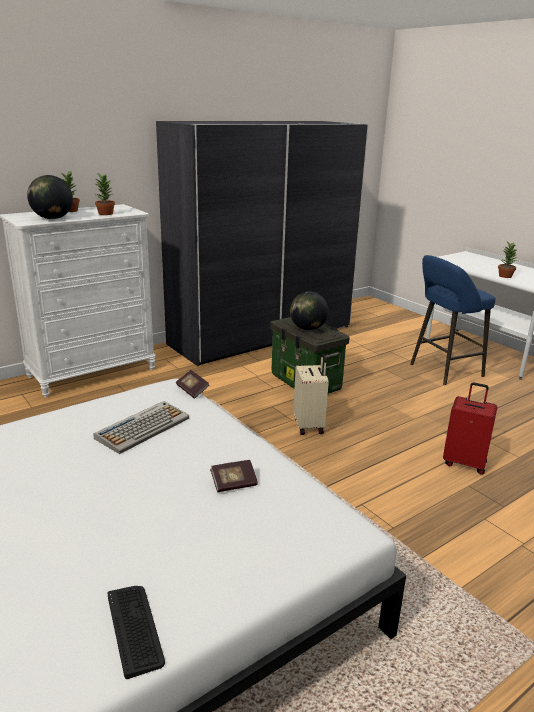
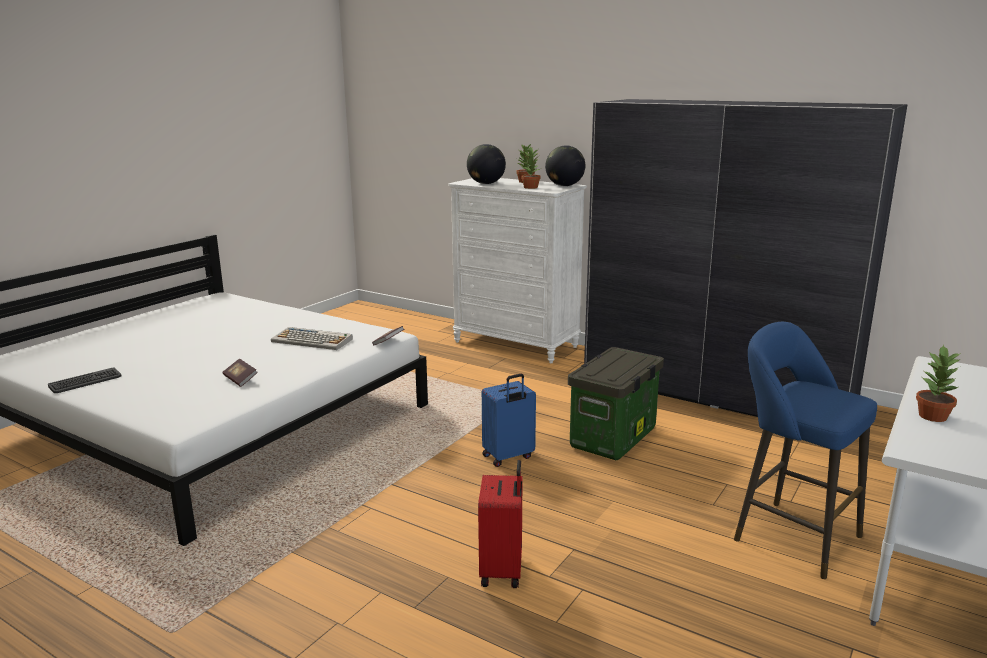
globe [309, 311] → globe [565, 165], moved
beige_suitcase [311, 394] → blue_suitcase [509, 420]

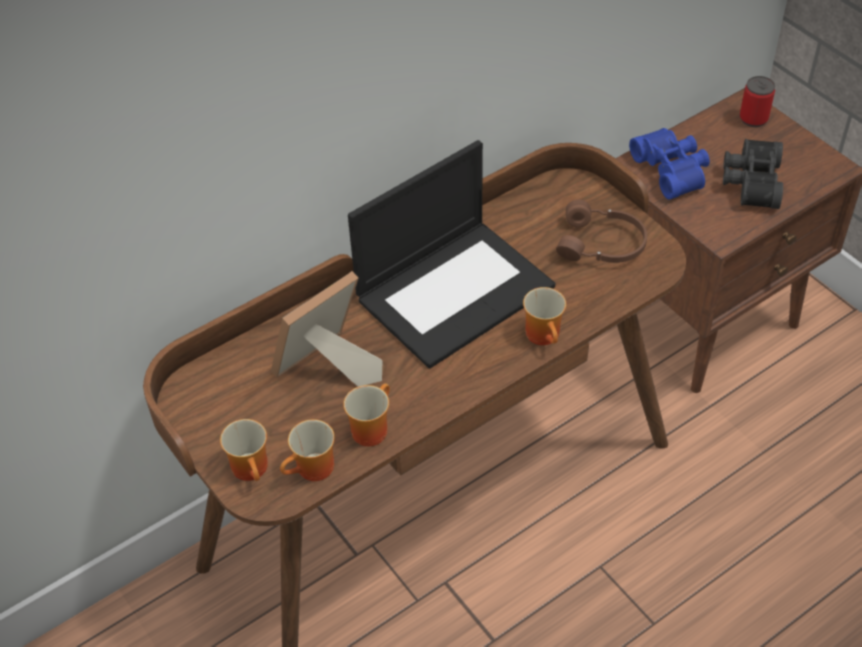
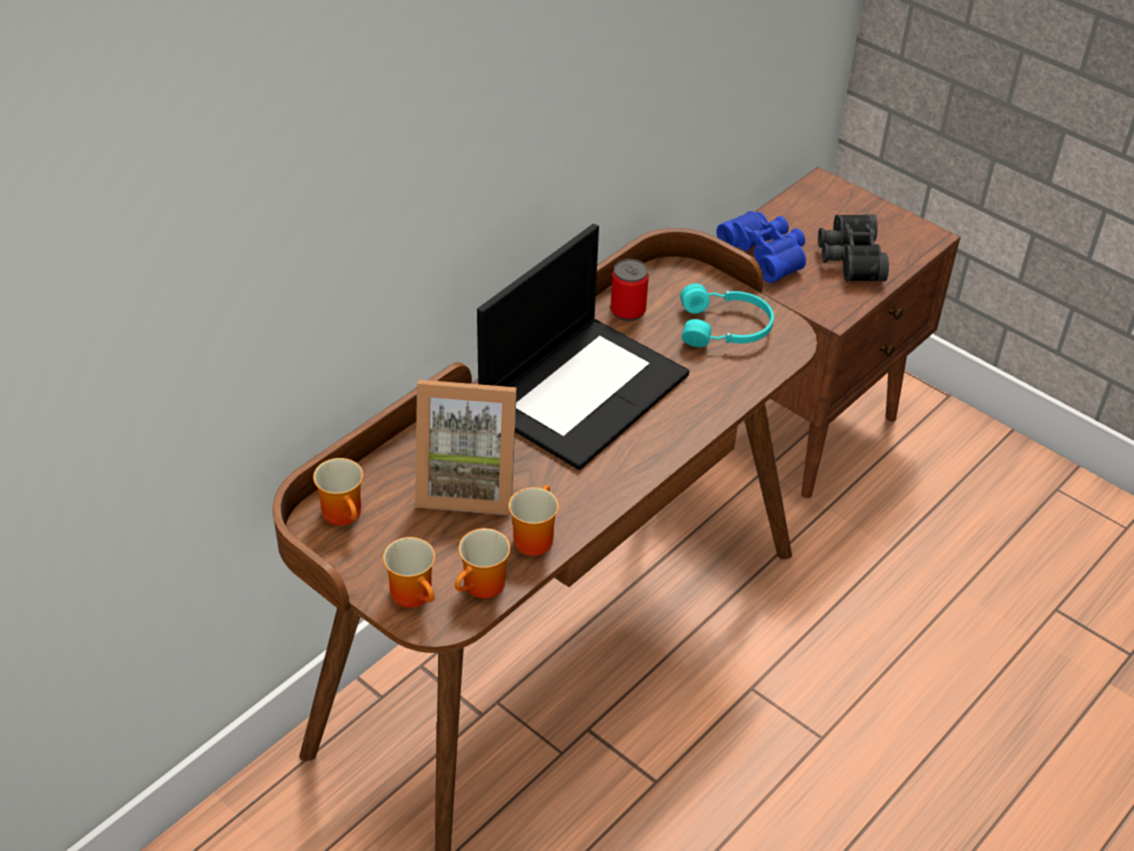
can [757, 101] → can [630, 290], moved
brown_headphones [601, 231] → turquoise_headphones [727, 315]
picture_frame [327, 329] → picture_frame [466, 447], 120 degrees counterclockwise
mug [544, 316] → mug [338, 491], moved

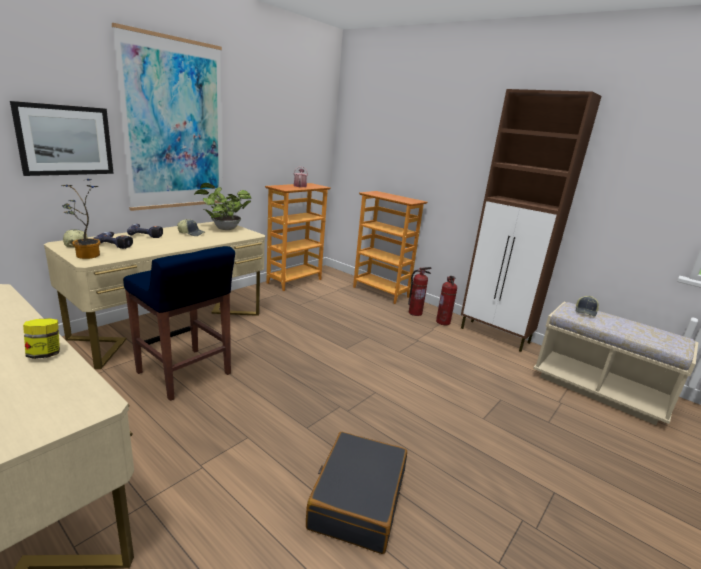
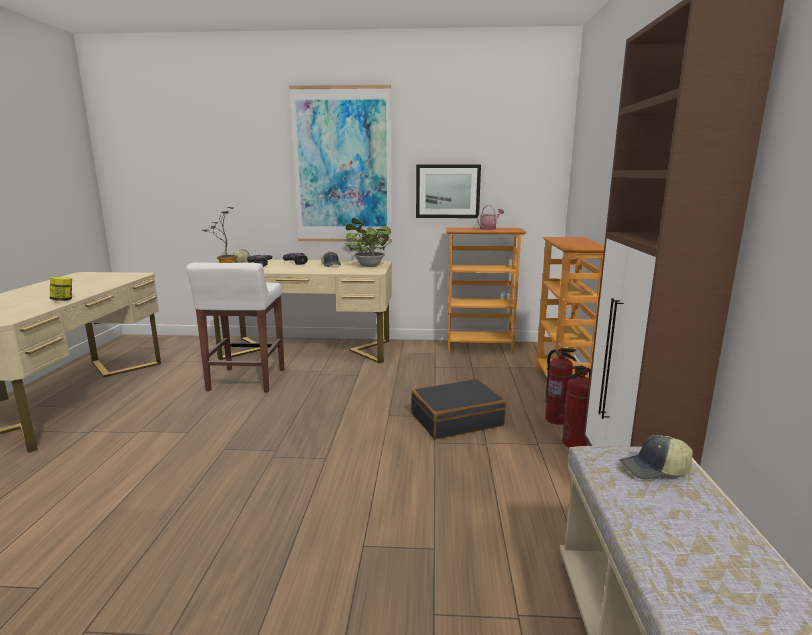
picture [62, 138] → picture [448, 191], moved
blue_stool [179, 323] → white_stool [235, 327]
black_suitcase [356, 493] → black_suitcase [458, 409], moved

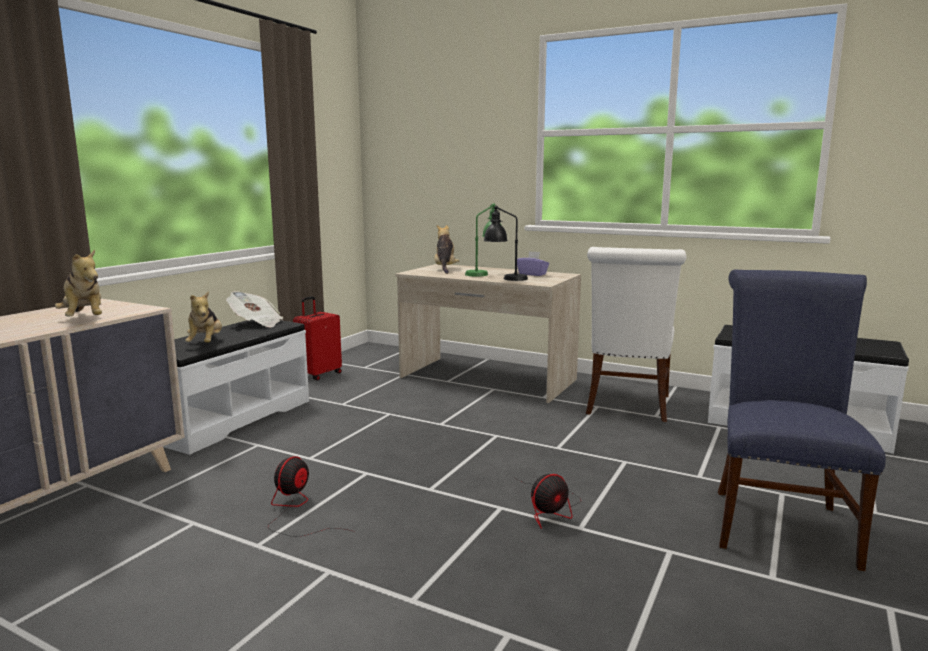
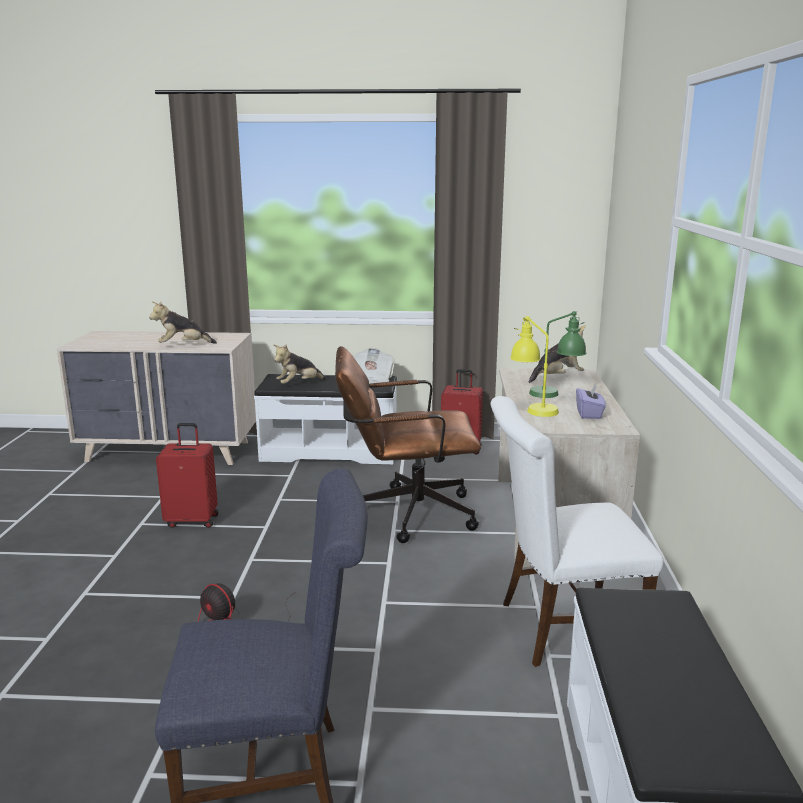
black_table_lamp [505, 243] → yellow_table_lamp [534, 366]
plush_toy [78, 283] → plush_toy [183, 322], 45 degrees clockwise
fan [311, 496] → red_suitcase [187, 475]
- → brown_office_chair [408, 444]

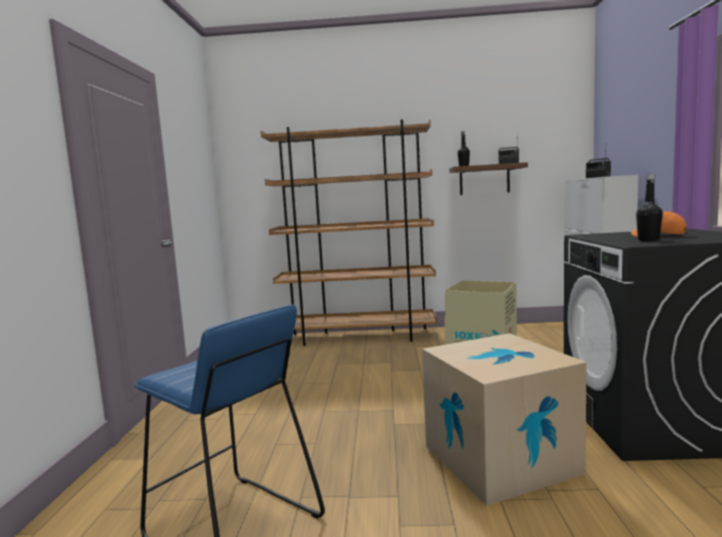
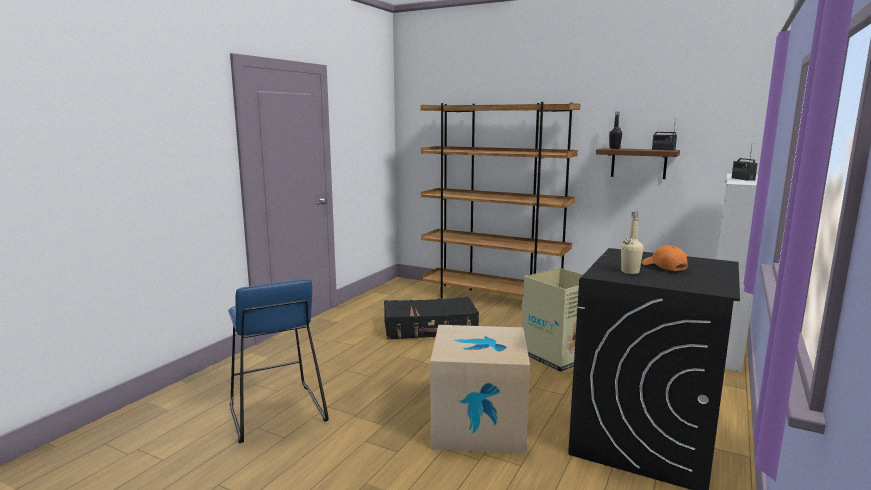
black_bottle [649, 207] → beige_bottle [632, 242]
- → black_suitcase [431, 318]

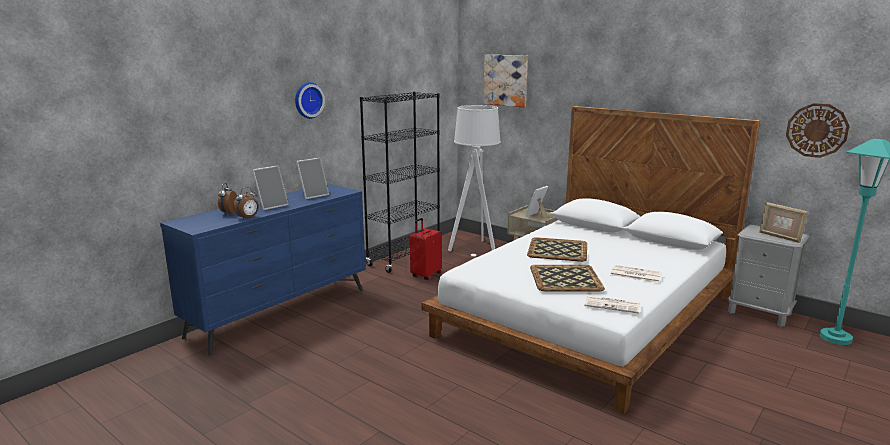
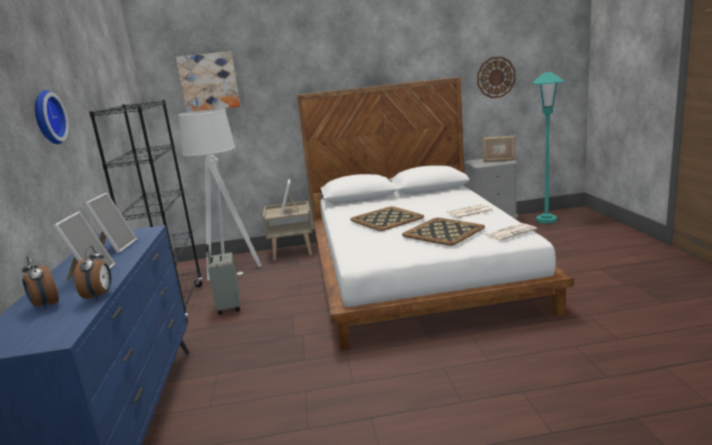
red_suitcase [426, 249] → grey_suitcase [223, 279]

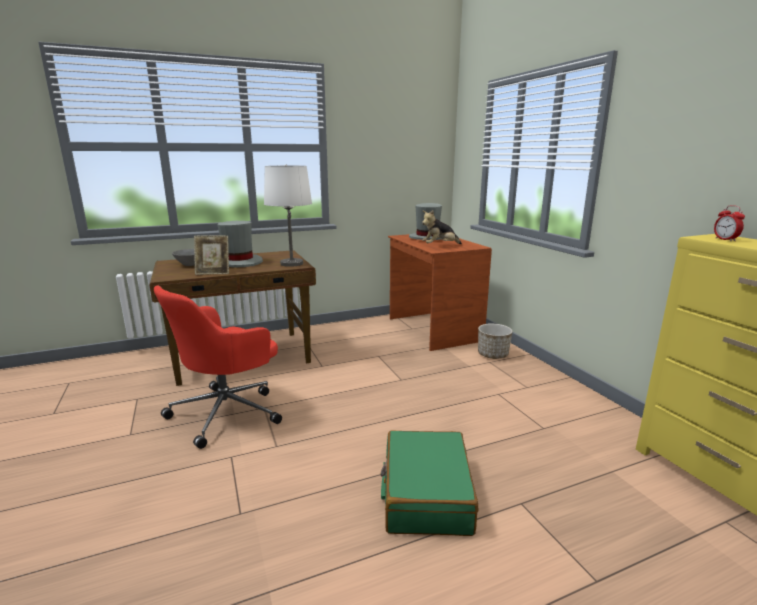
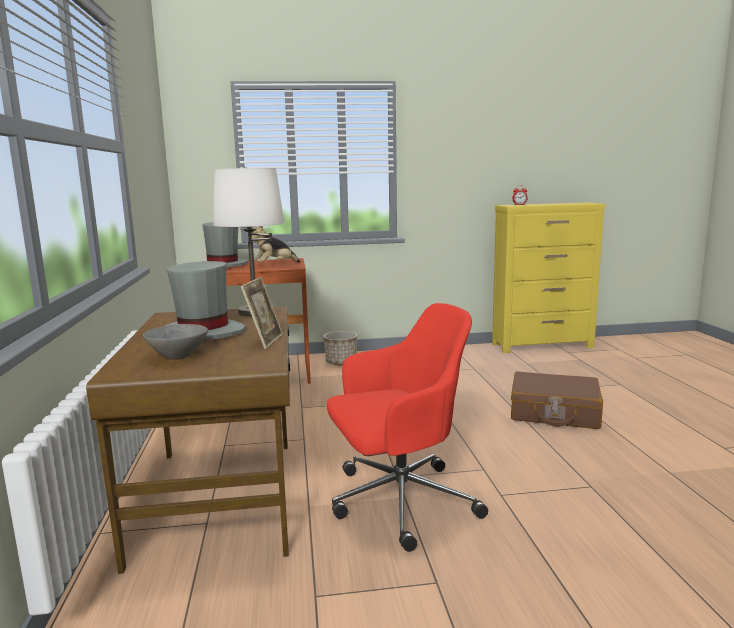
plush_toy [442, 227] → plush_toy [276, 244], 60 degrees clockwise
red_office_chair [218, 367] → red_office_chair [407, 427], 75 degrees counterclockwise
green_suitcase [429, 483] → brown_suitcase [557, 400]

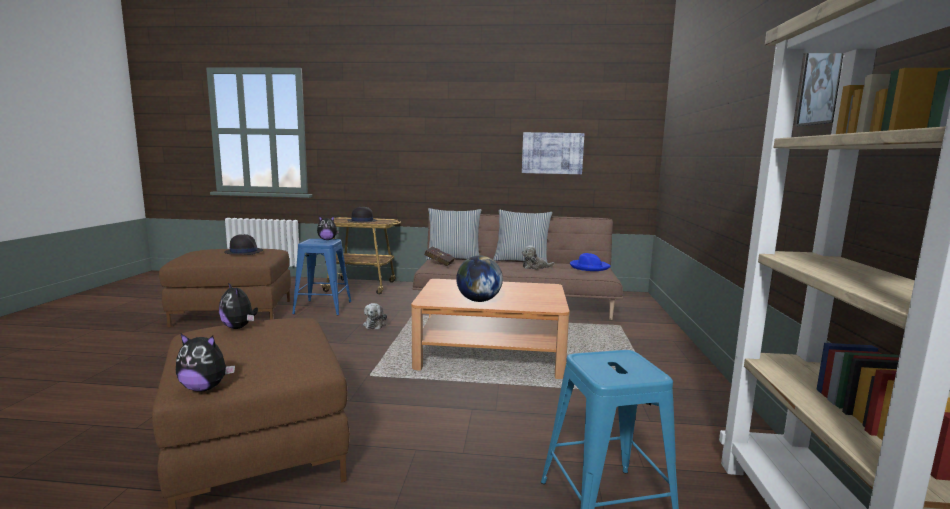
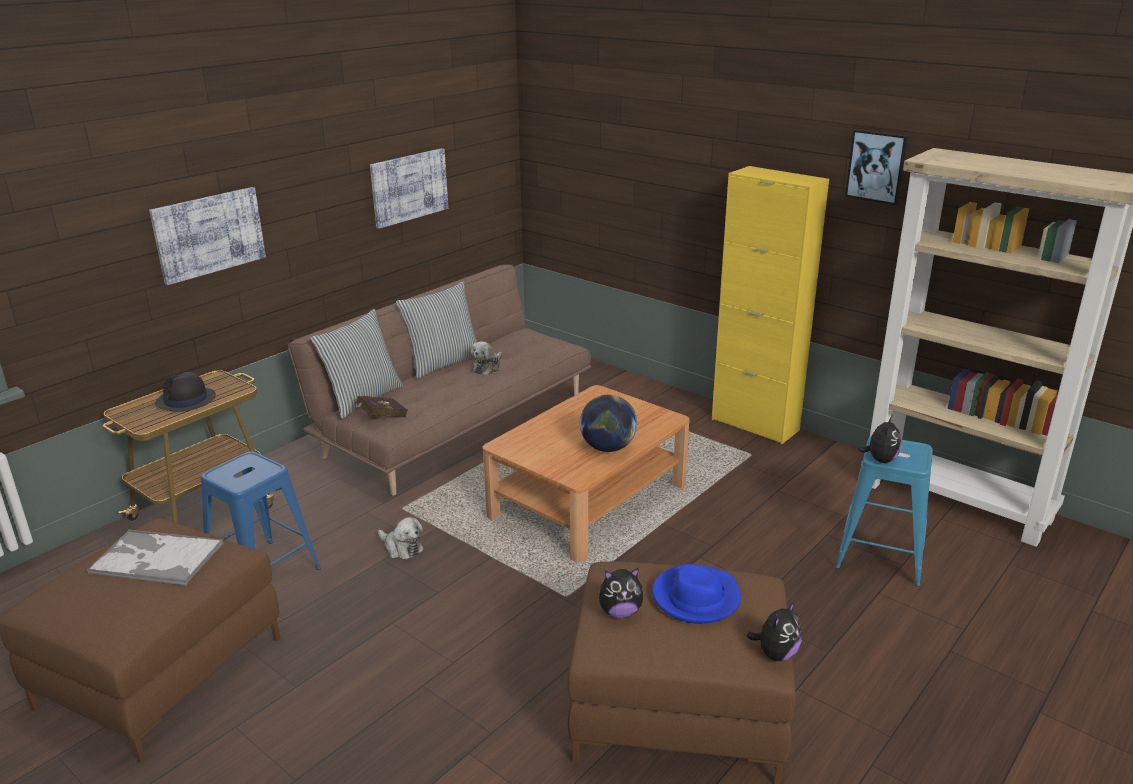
plush_toy [328, 228] → plush_toy [879, 439], moved
black_hat [243, 244] → tray [155, 557]
blue_hat [590, 262] → blue_hat [696, 594], moved
- → yellow_cabinet [770, 305]
- → picture [207, 236]

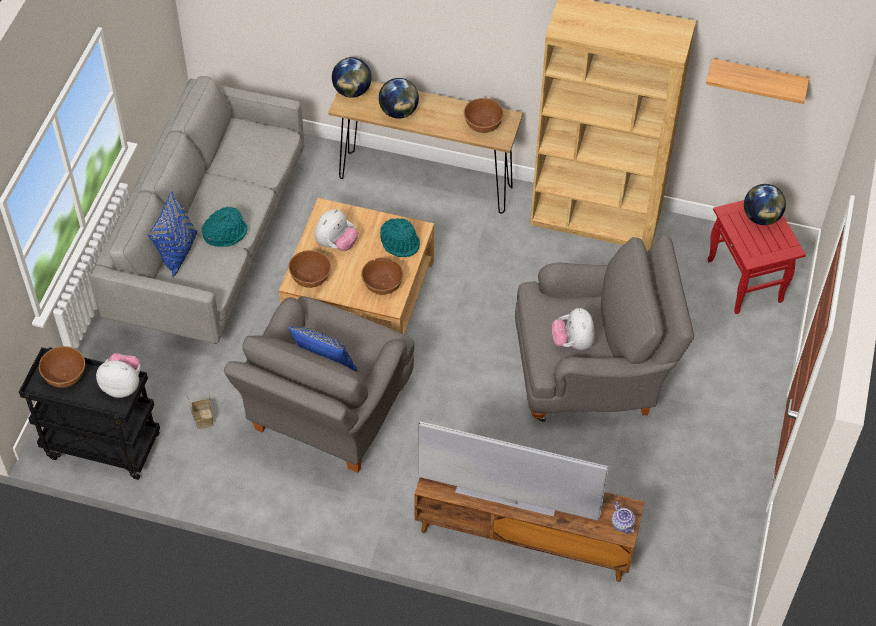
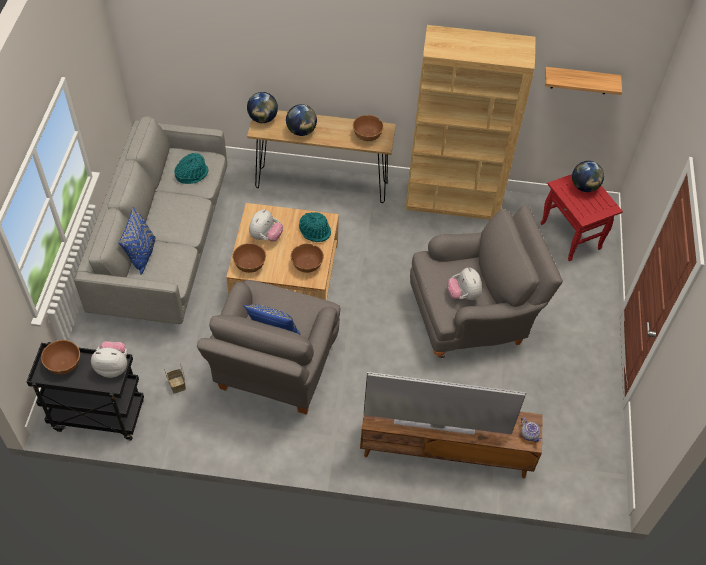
turquoise_hat [225, 227] → turquoise_hat [191, 168], moved

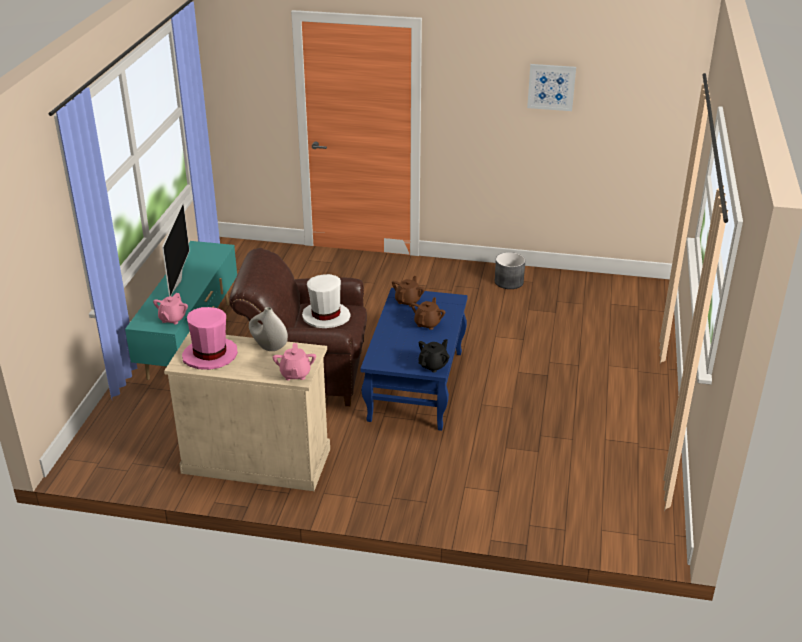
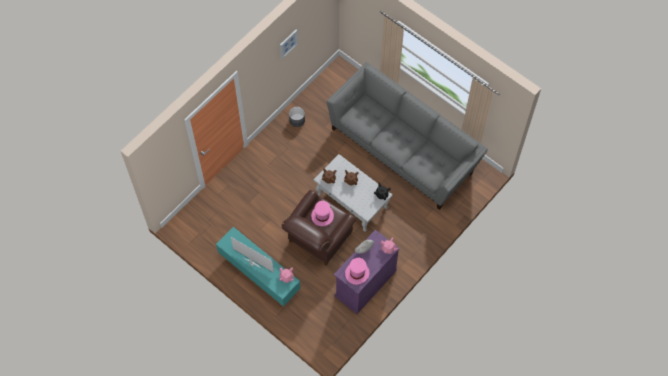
white_hat [326, 301] → pink_hat [322, 213]
blue_coffee_table [414, 359] → white_coffee_table [353, 193]
beige_cabinet [247, 411] → purple_cabinet [367, 271]
- → grey_sofa [407, 136]

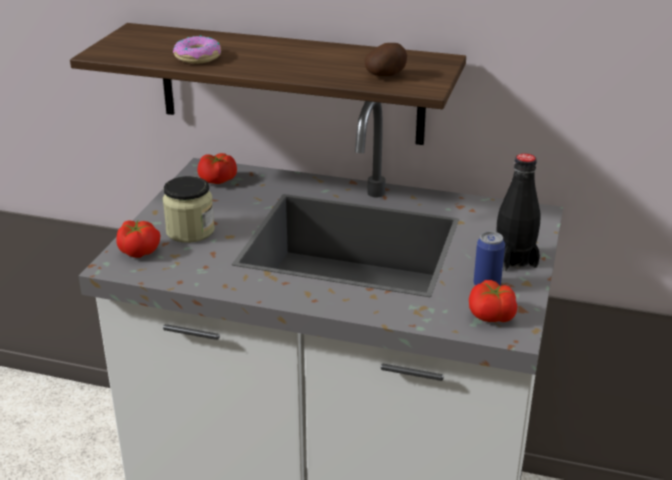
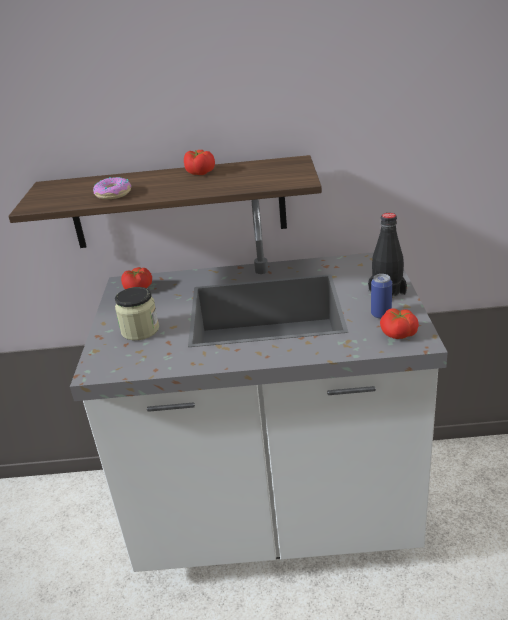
potato [386, 59] → -
tomato [138, 239] → tomato [199, 162], moved

